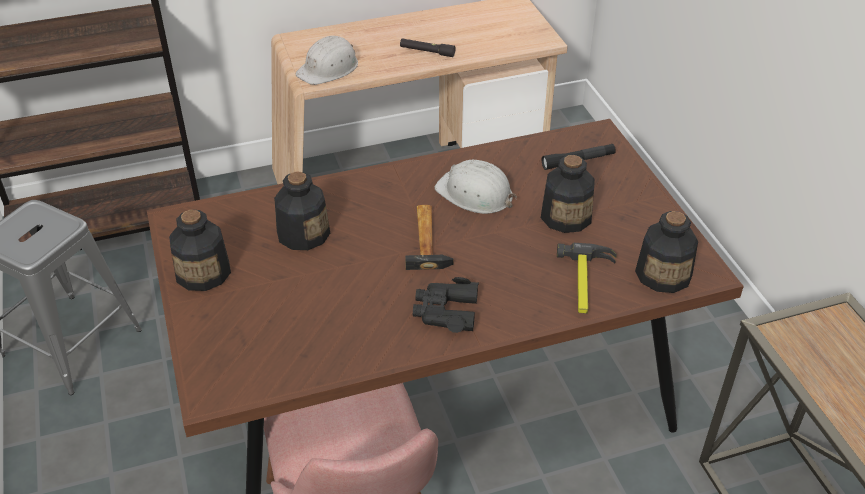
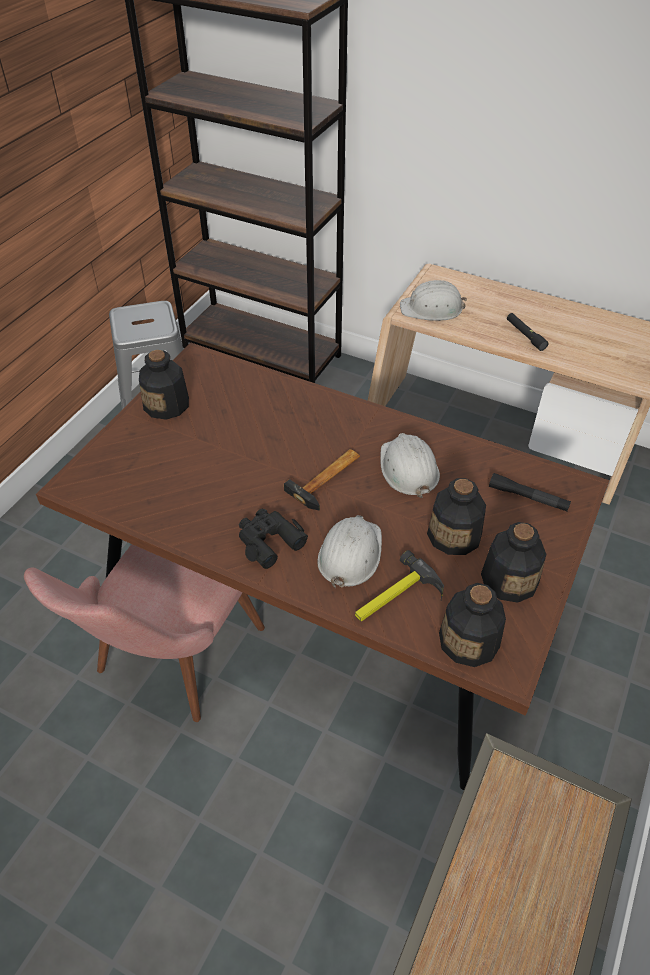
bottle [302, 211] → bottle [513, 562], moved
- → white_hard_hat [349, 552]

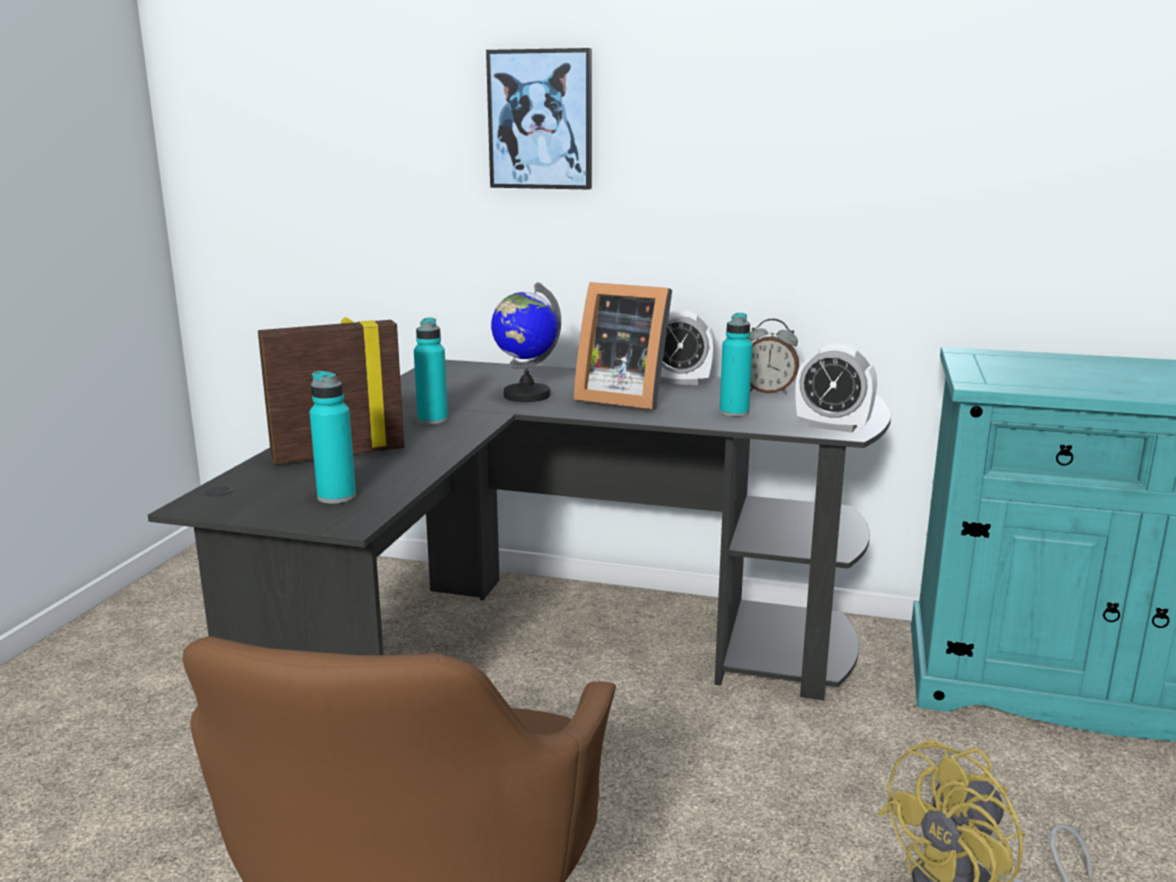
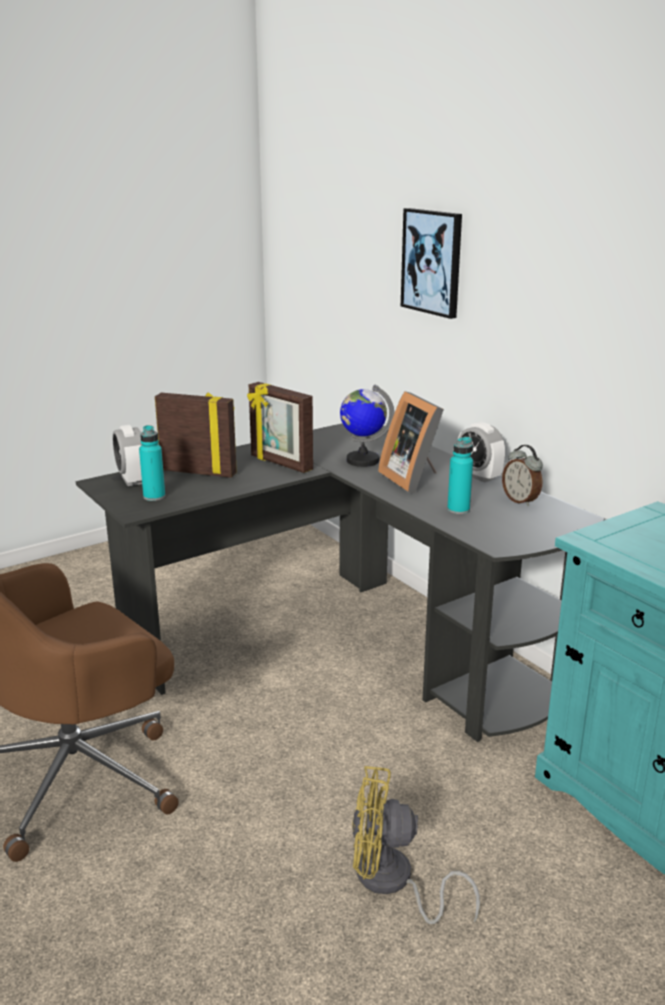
turquoise_bottle [431, 370] → picture_frame [280, 427]
alarm_clock [836, 388] → alarm_clock [127, 455], moved

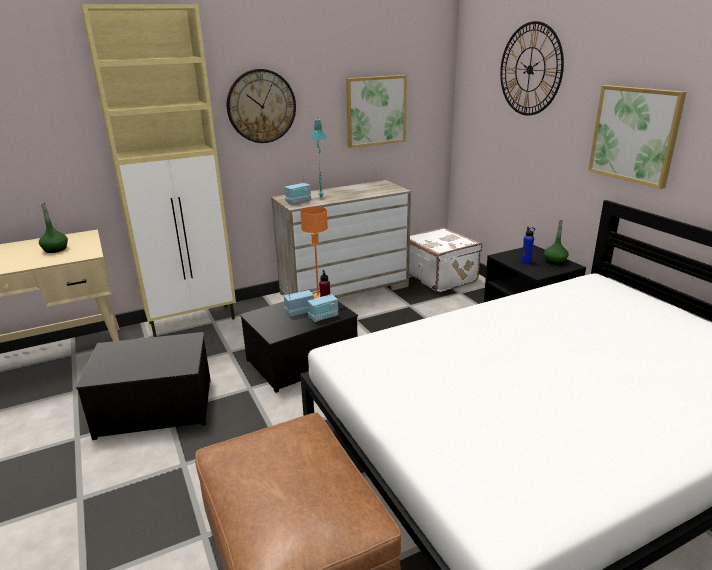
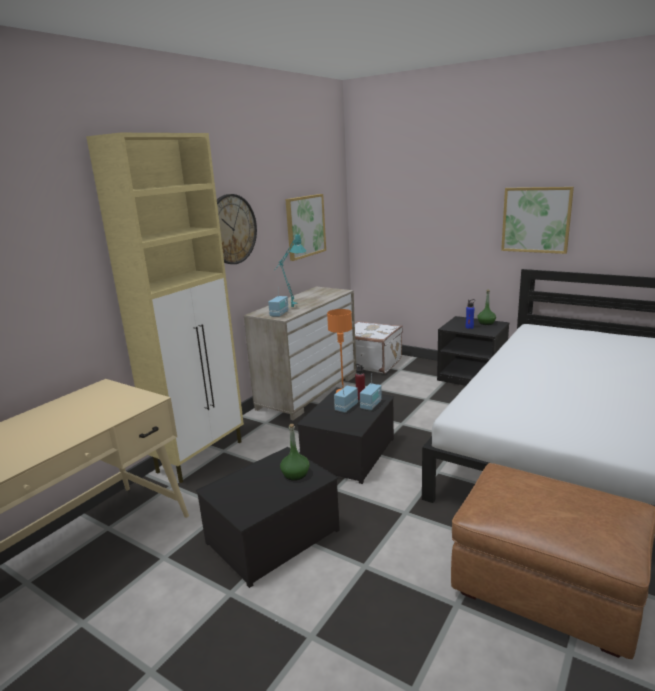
wall_clock [532, 68] → -
green_bottle [53, 227] → green_bottle [295, 452], moved

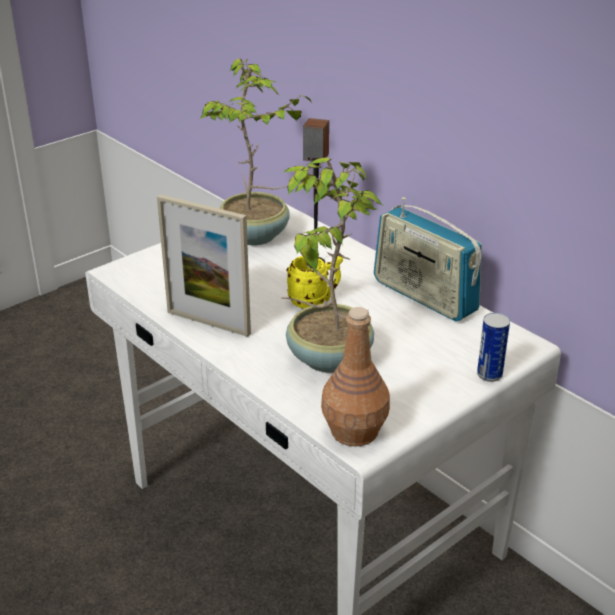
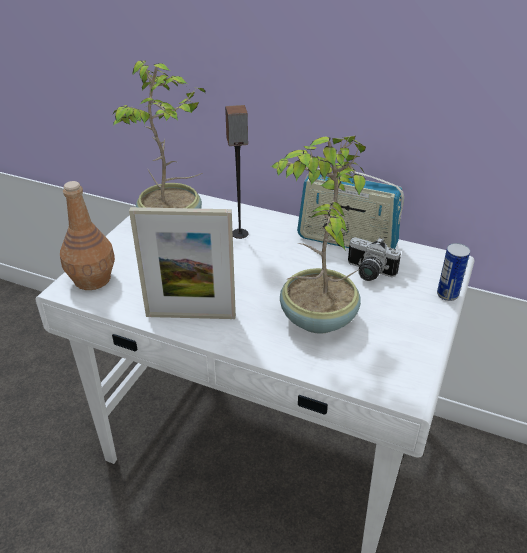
yellow_mug [315, 282] → -
brown_bottle [355, 377] → brown_bottle [87, 235], moved
- → photo_camera [374, 259]

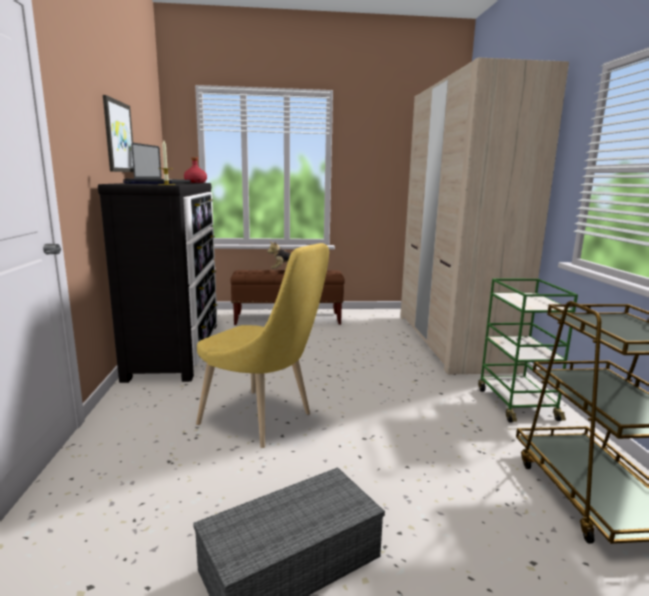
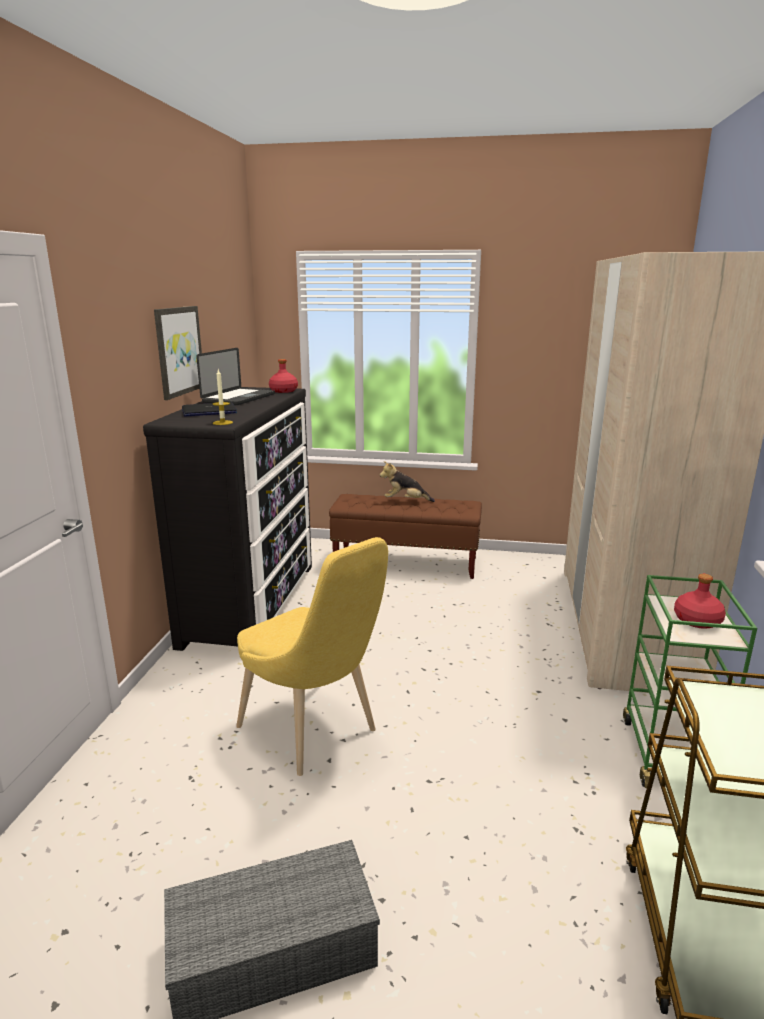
- → red_bottle [700, 601]

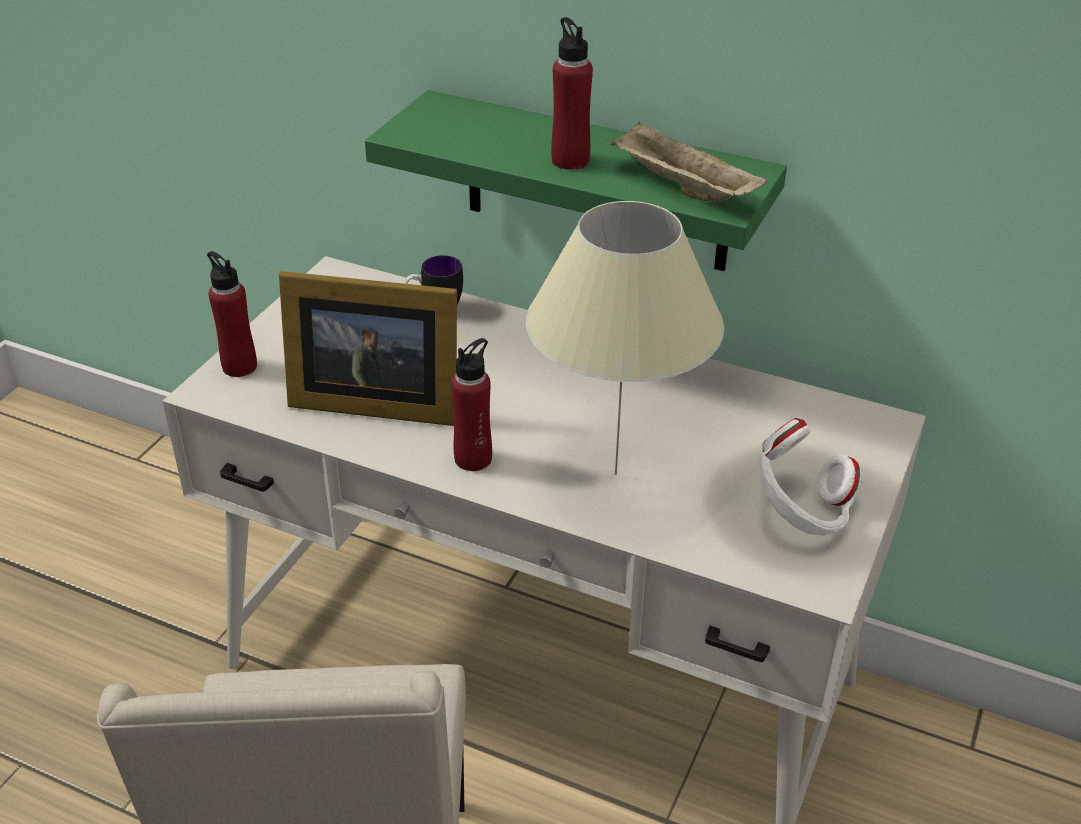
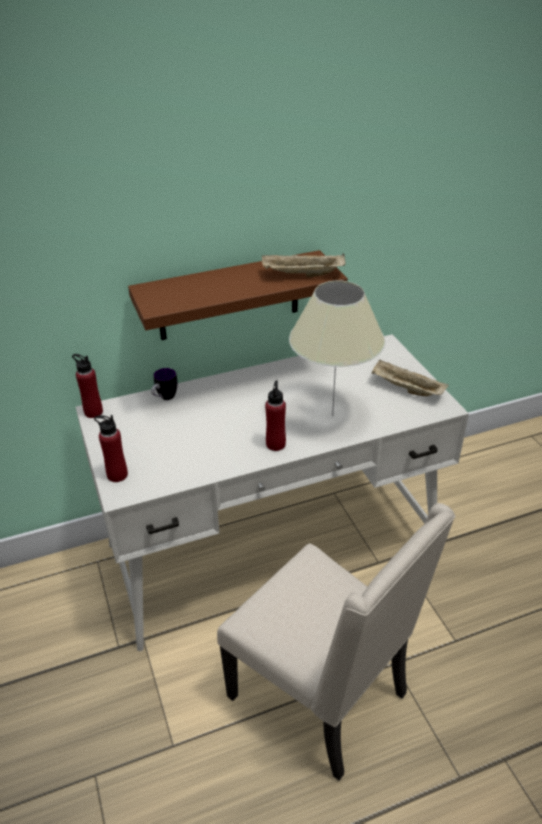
red_bottle [572, 93] → red_bottle [87, 386], moved
green_shelf [576, 180] → brown_shelf [238, 295]
picture_frame [368, 348] → -
white_headphones [810, 477] → beige_tray [409, 378]

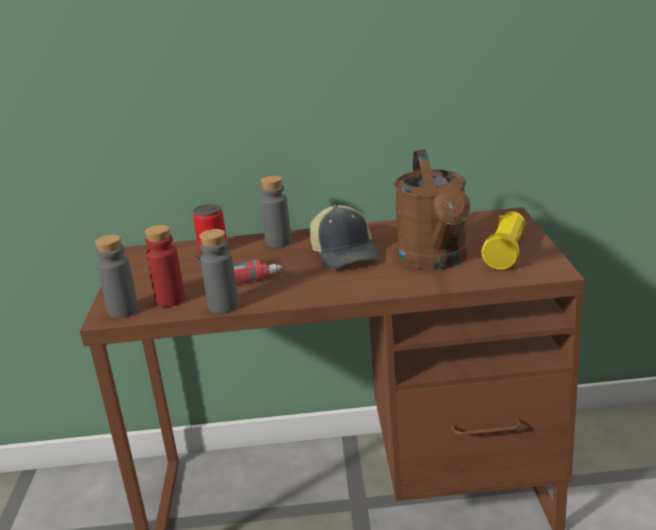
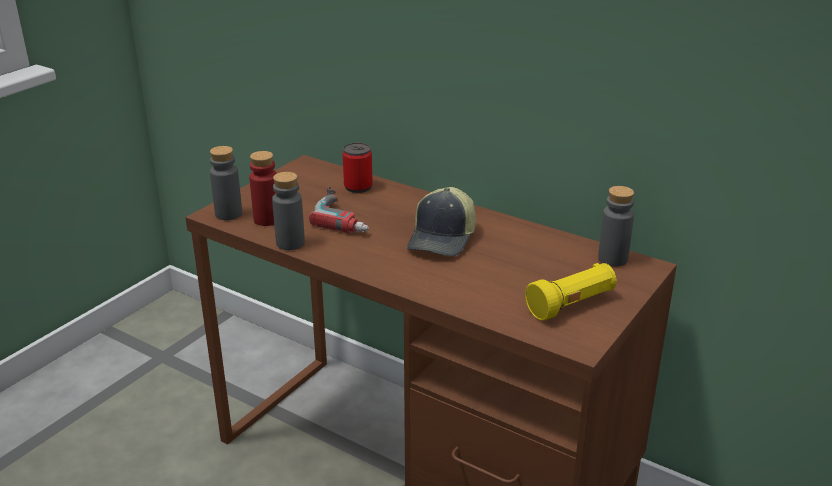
brown_watering_can [432, 209] → -
grey_bottle [275, 212] → grey_bottle [616, 226], moved

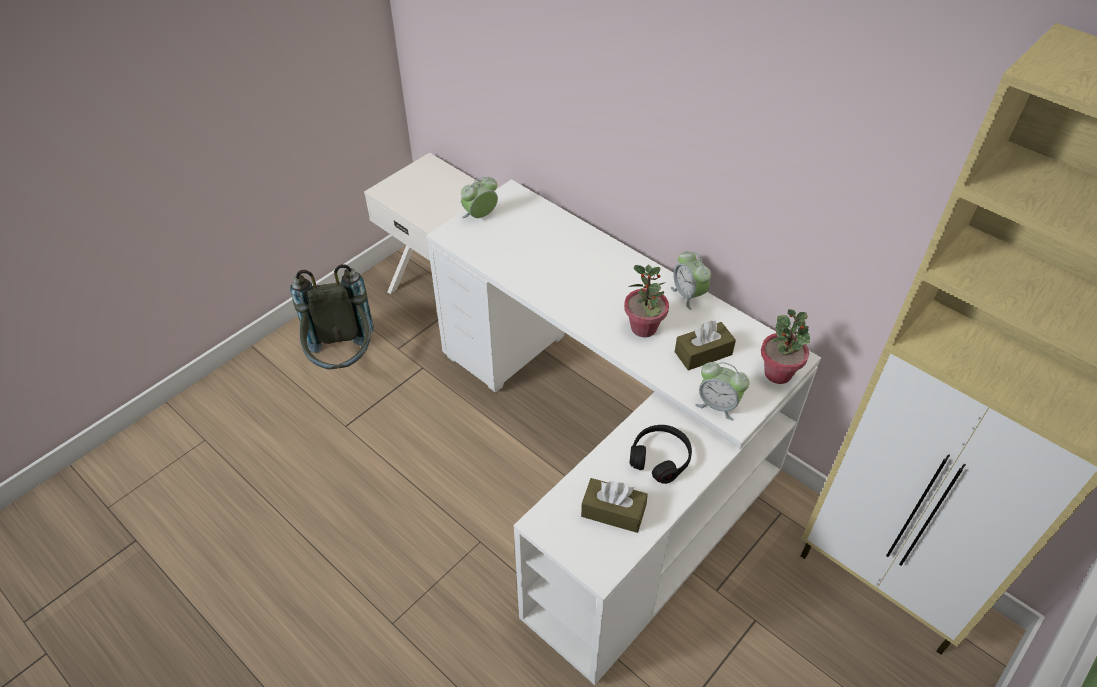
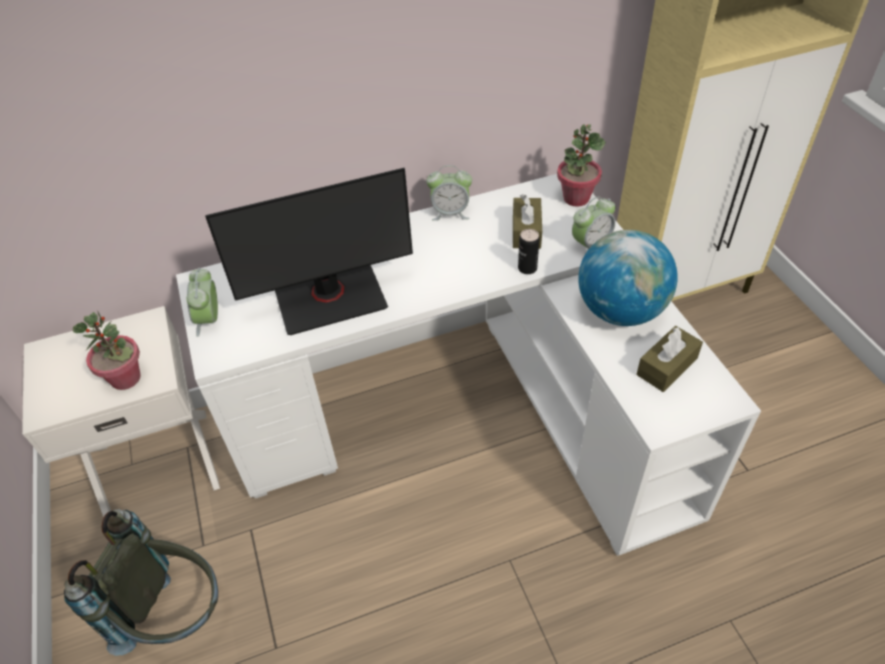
potted_plant [646, 301] → potted_plant [107, 350], moved
black_headphones [661, 454] → globe [628, 278]
- → monitor [309, 251]
- → can [528, 251]

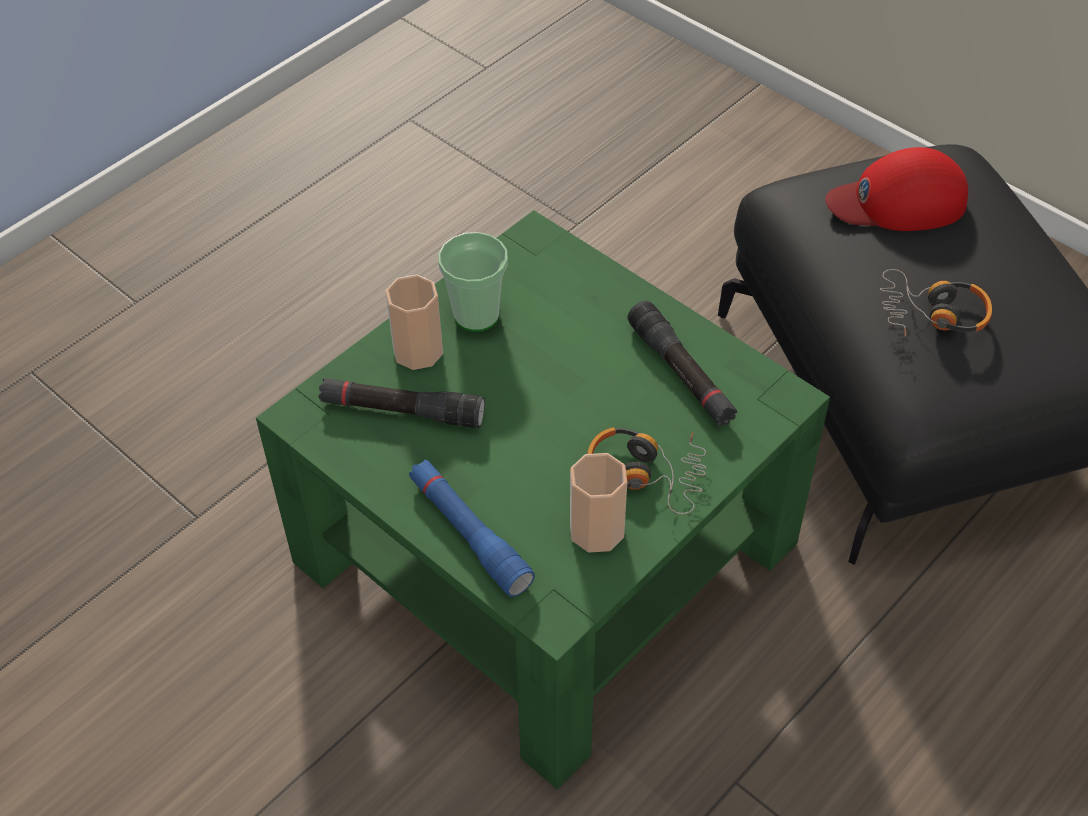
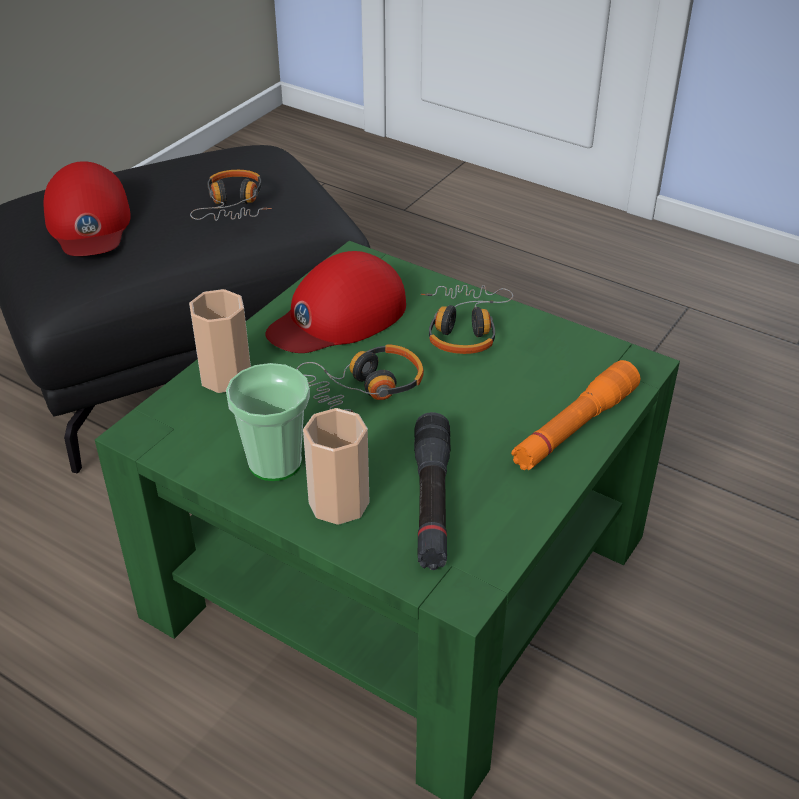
black_flashlight [682, 363] → red_cap [335, 302]
cup [598, 502] → cup [220, 341], moved
blue_flashlight [472, 528] → orange_flashlight [575, 415]
- → headphones [360, 378]

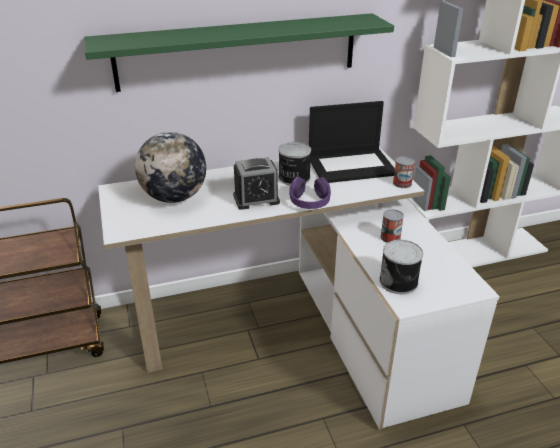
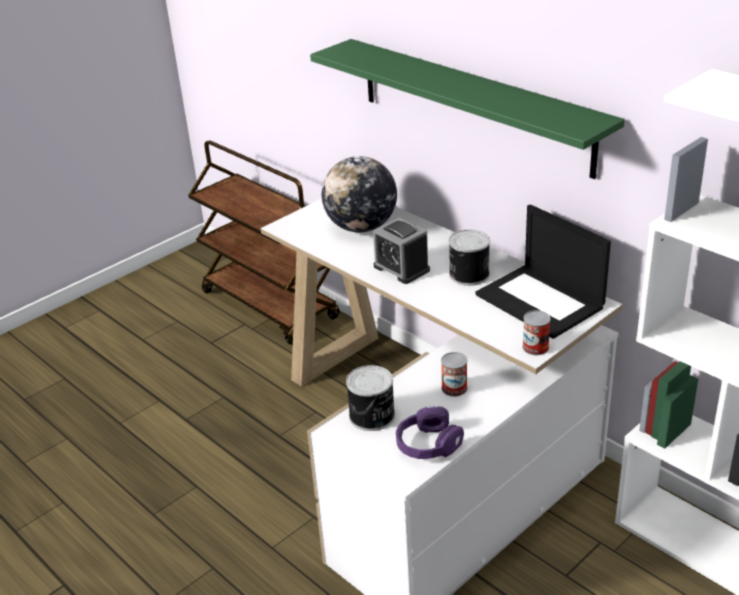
purple_headphones [310, 193] → purple_headphones [430, 432], moved

